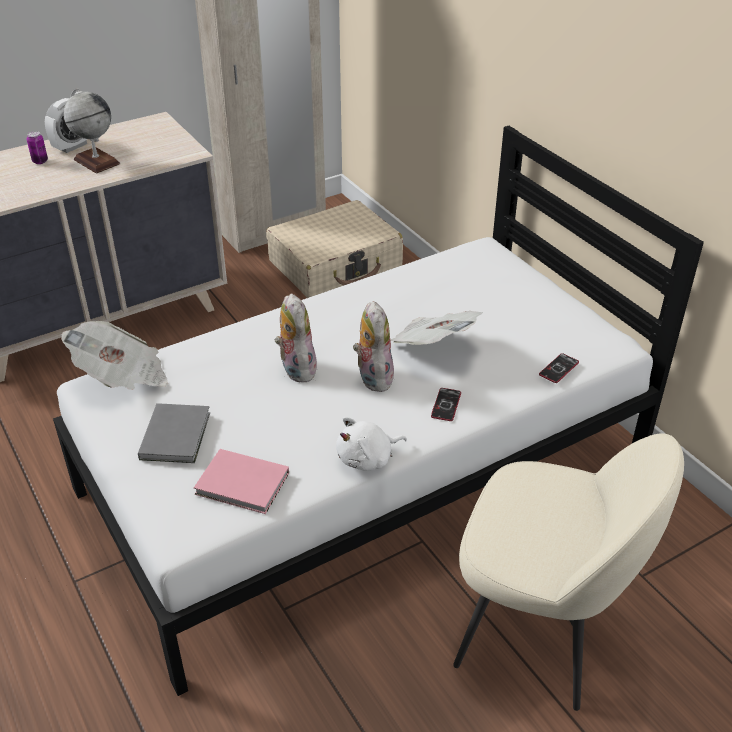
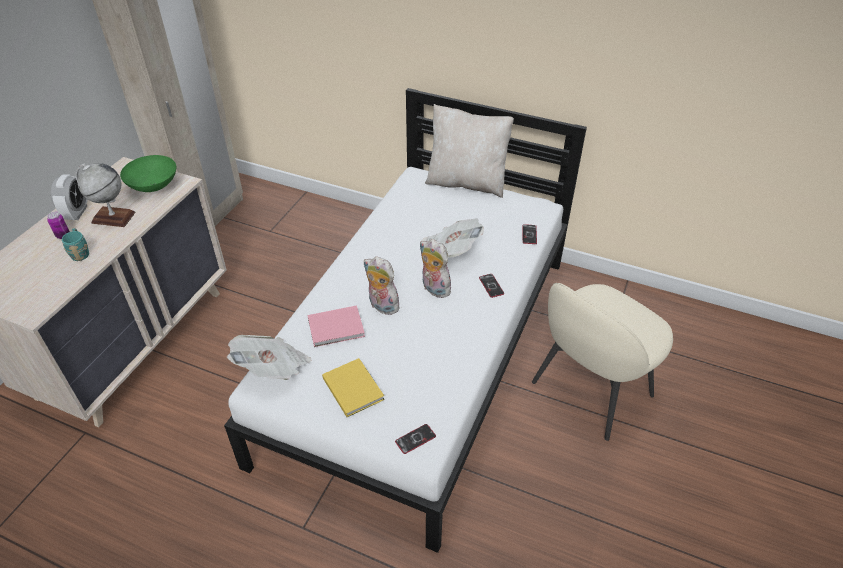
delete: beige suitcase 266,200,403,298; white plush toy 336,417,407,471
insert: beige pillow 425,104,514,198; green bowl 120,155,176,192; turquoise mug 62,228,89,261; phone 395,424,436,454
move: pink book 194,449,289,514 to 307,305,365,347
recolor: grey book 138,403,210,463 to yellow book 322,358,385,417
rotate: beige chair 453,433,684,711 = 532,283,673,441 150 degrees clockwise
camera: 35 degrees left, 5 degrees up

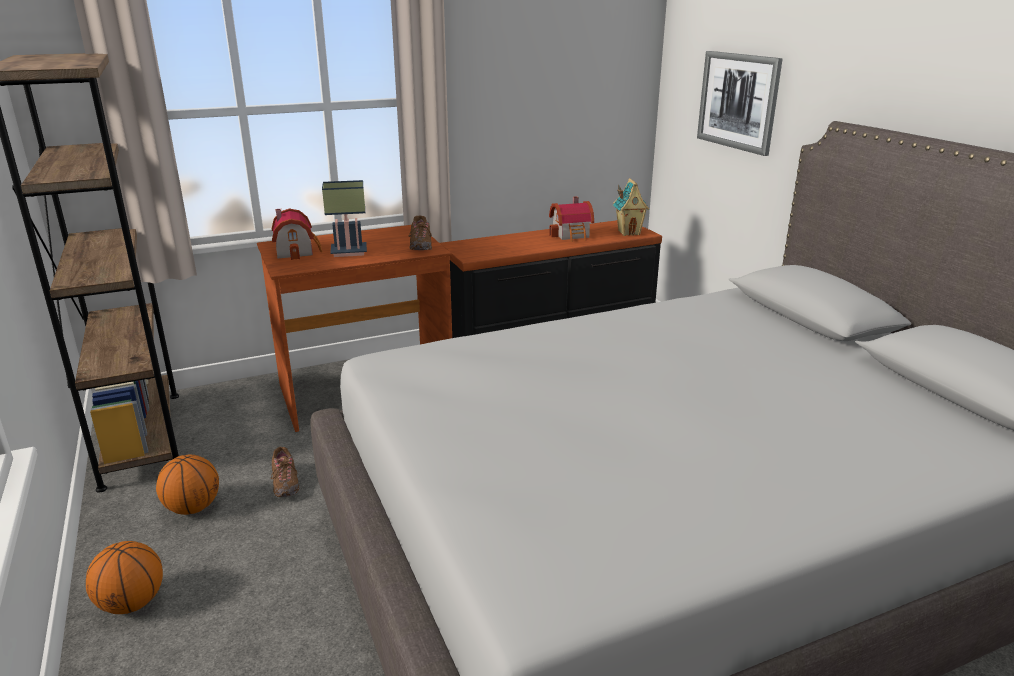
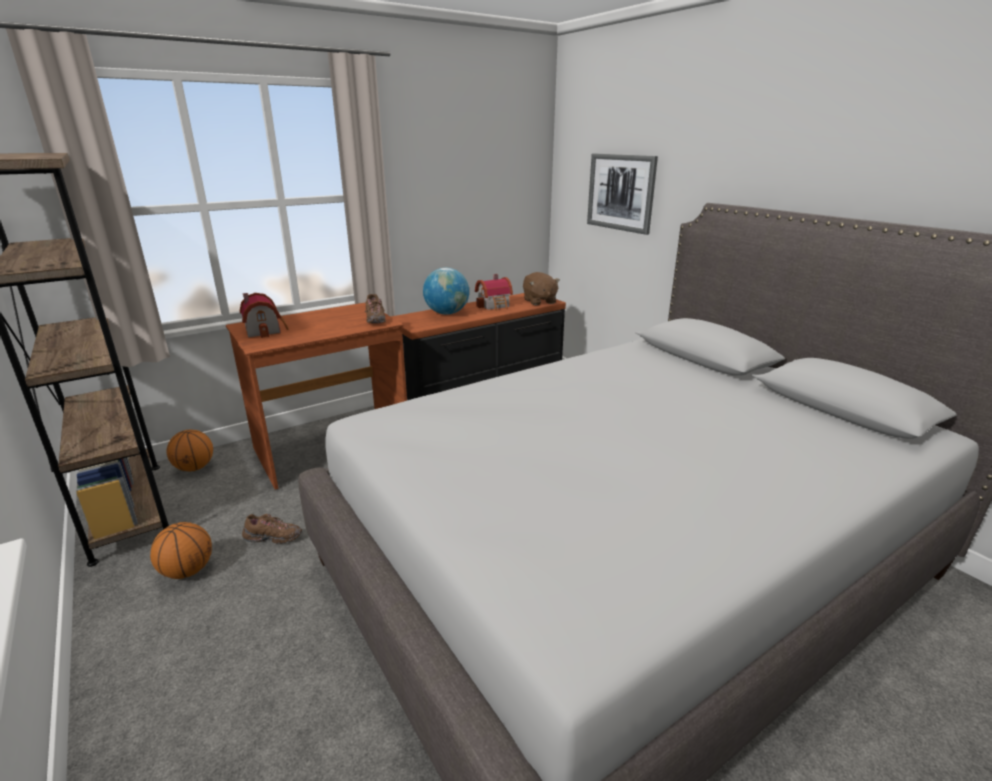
delete: table lamp 322,180,367,257
insert: globe 423,268,469,315
move: basketball 86,541,163,614 to 167,430,213,471
replace: toy house 613,178,650,236 to brown plush toy 523,272,560,305
rotate: brown shoe 271,447,299,497 = 242,514,302,544 60 degrees counterclockwise
camera: 10 degrees left, 0 degrees up

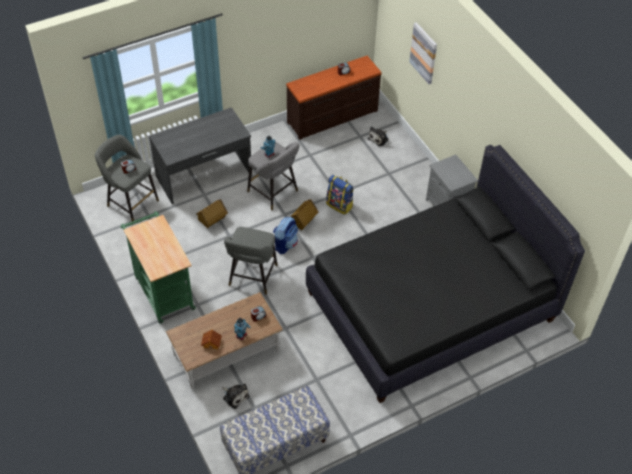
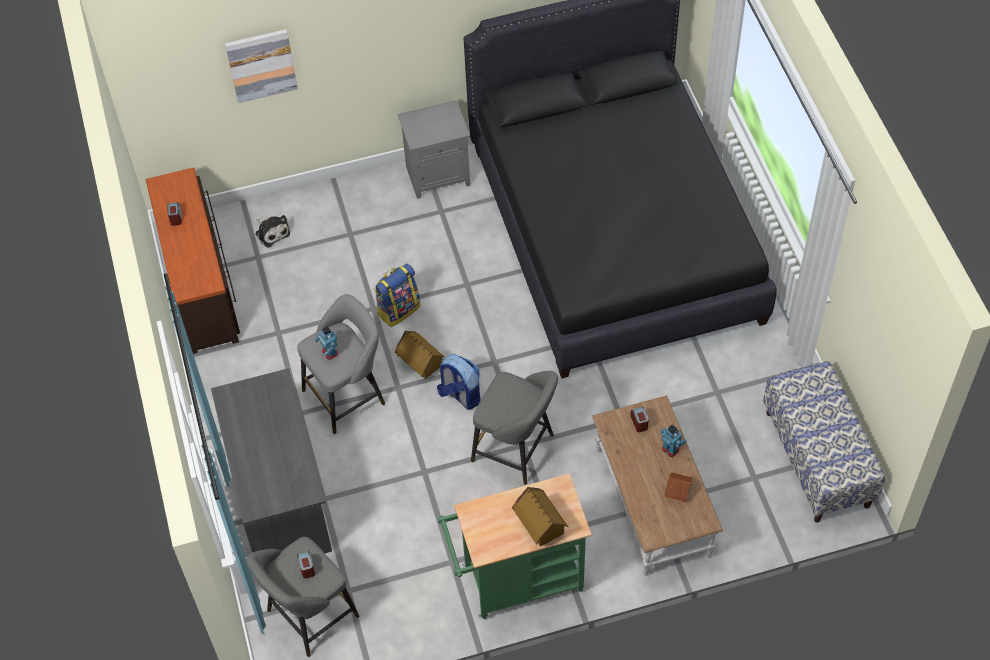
delete: plush toy 222,383,249,409
move: toy house 196,199,228,228 to 512,487,569,547
camera: 75 degrees left, 5 degrees up

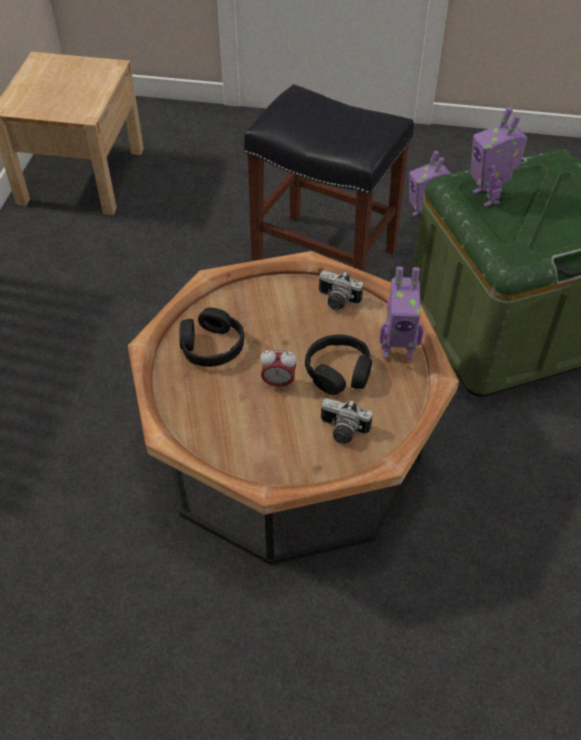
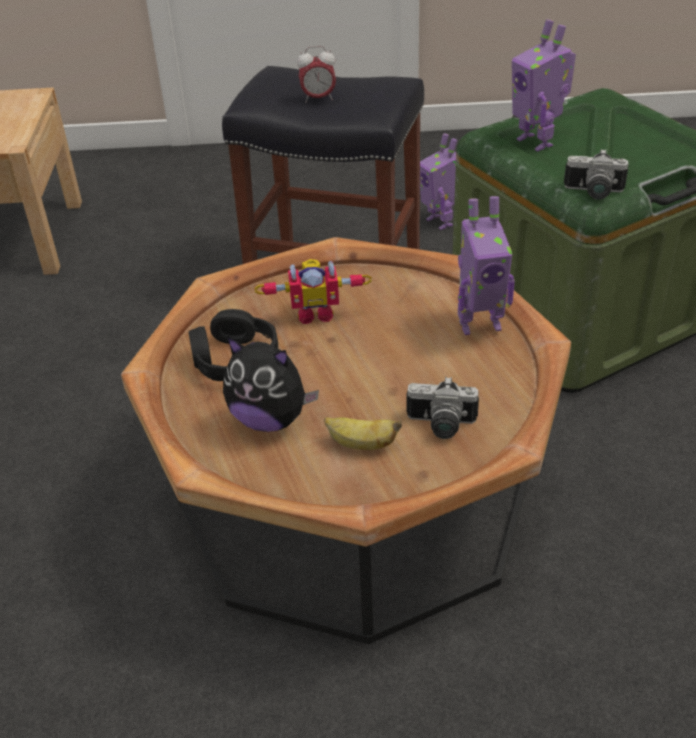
delete: black headphones 305,334,372,395
insert: toy robot 254,259,372,324; plush toy 223,336,319,432; banana 324,417,402,450
move: photo camera 319,270,363,310 to 564,149,628,200; alarm clock 260,349,296,389 to 297,46,336,102
camera: 10 degrees left, 10 degrees down

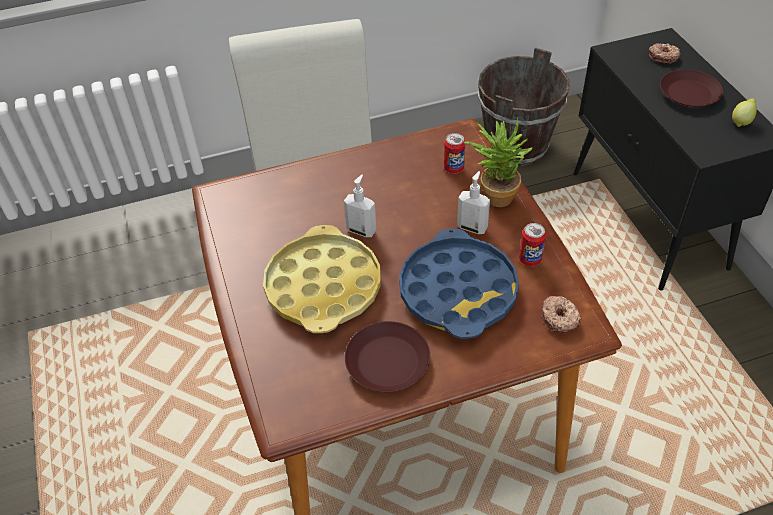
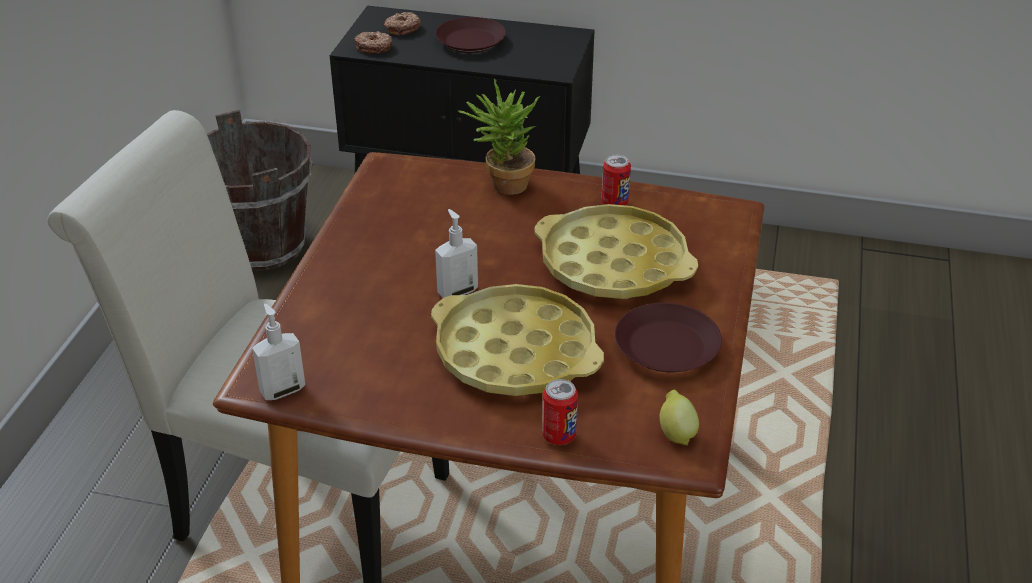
move: lemon 732,99,757,127 to 660,390,699,446; can 444,133,465,174 to 542,379,578,445; soap dispenser 457,171,490,234 to 252,304,305,400; donut 542,296,581,334 to 354,31,392,53
recolor: blue tray 399,229,519,339 to yellow tray 535,204,698,299
camera: 60 degrees left, 10 degrees down

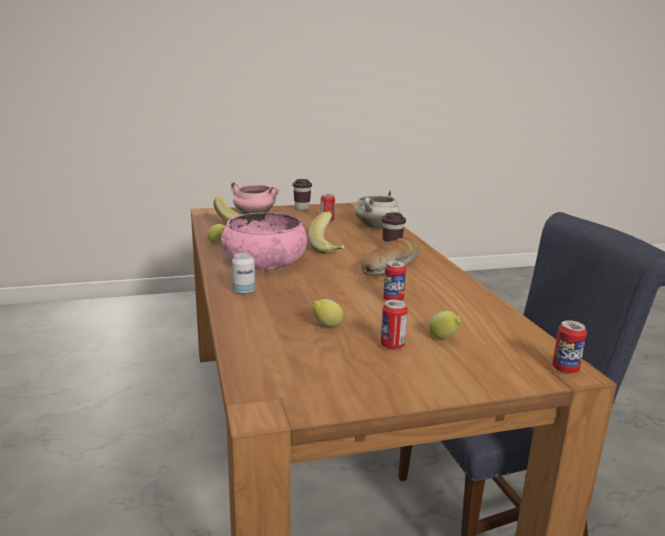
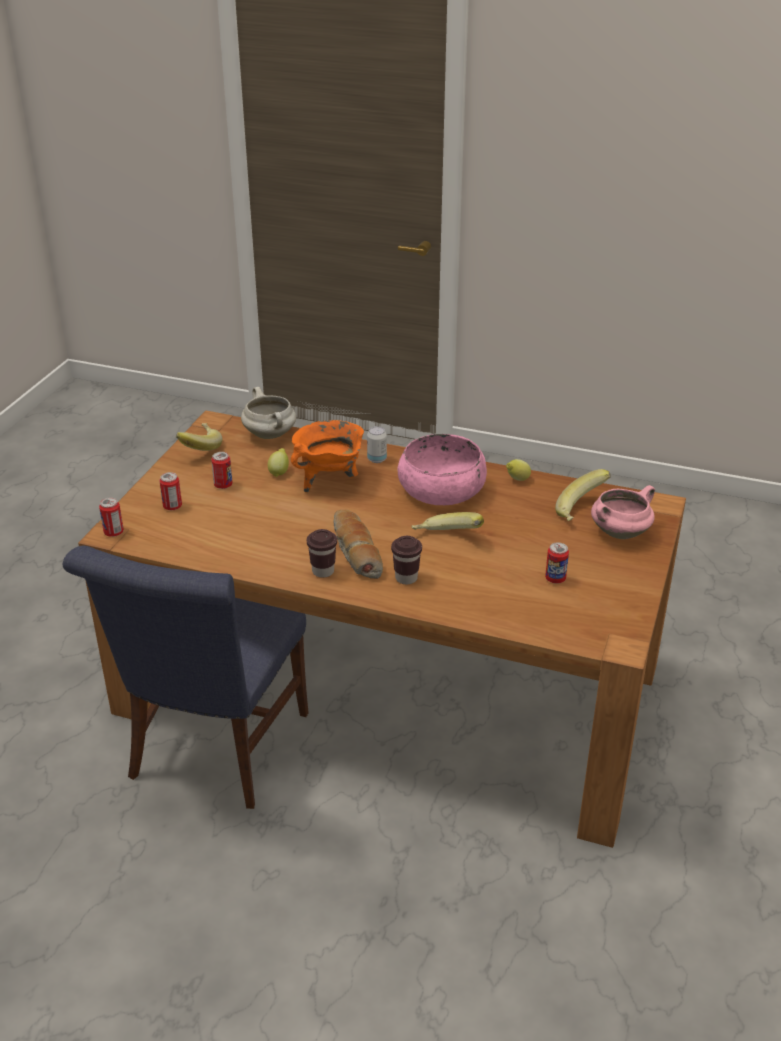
delete: lemon 429,311,461,339
insert: orange cooking pot 291,420,364,493; banana 176,423,223,451
move: brown cup 293,179,312,210 to 307,529,337,578; white cooking pot 354,190,400,229 to 241,387,296,439; can 383,261,406,301 to 159,472,182,510
camera: 125 degrees right, 15 degrees up

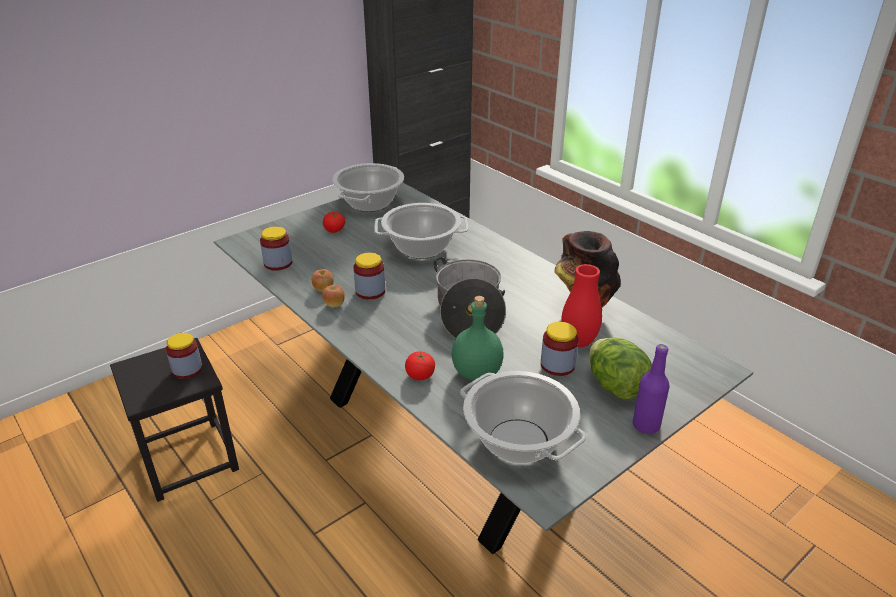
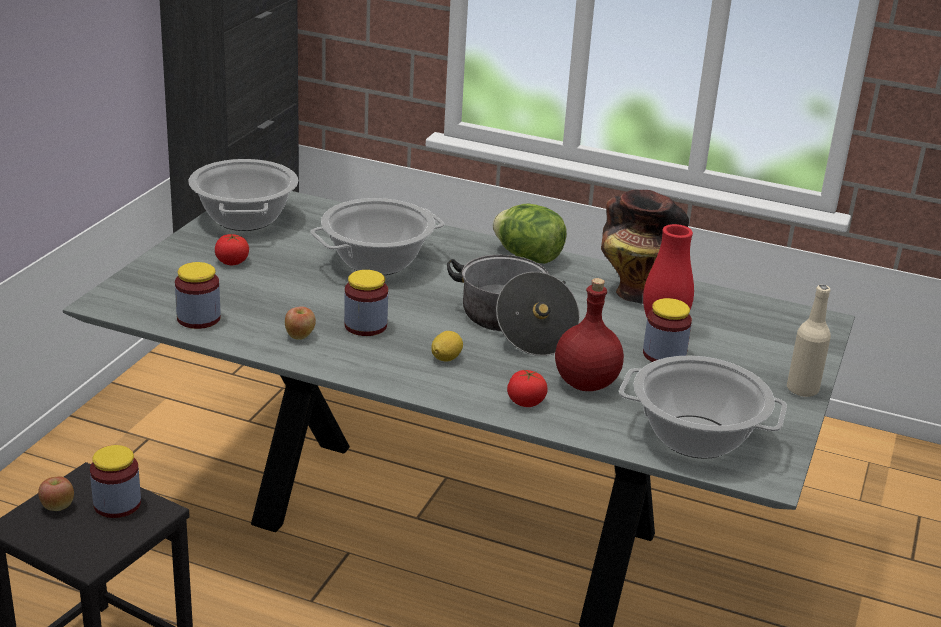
insert: lemon 431,331,463,361
move: apple 322,285,345,308 to 38,476,74,511; lettuce 589,338,652,400 to 493,204,567,264
recolor: green bottle 451,296,504,380 to red bottle 555,278,624,391; purple bottle 633,344,670,434 to beige bottle 787,285,831,397
camera: 30 degrees left, 5 degrees down

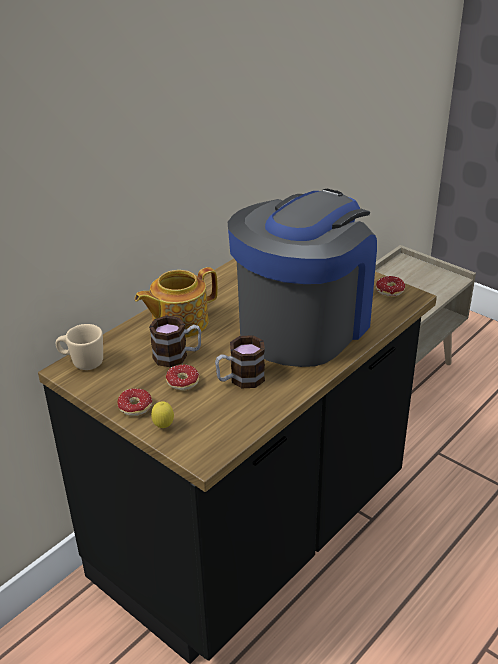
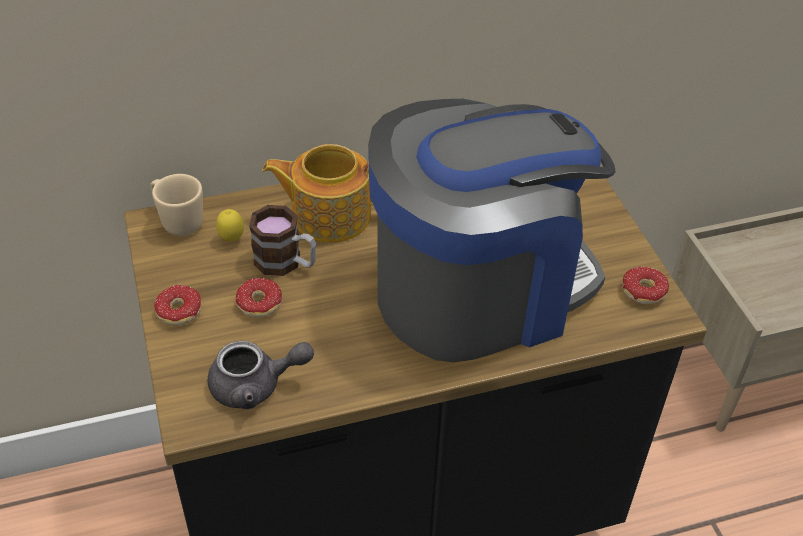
delete: mug 215,335,265,388
insert: grey teapot 208,341,314,409
move: lemon 151,401,174,428 to 216,209,244,242
camera: 30 degrees right, 10 degrees up

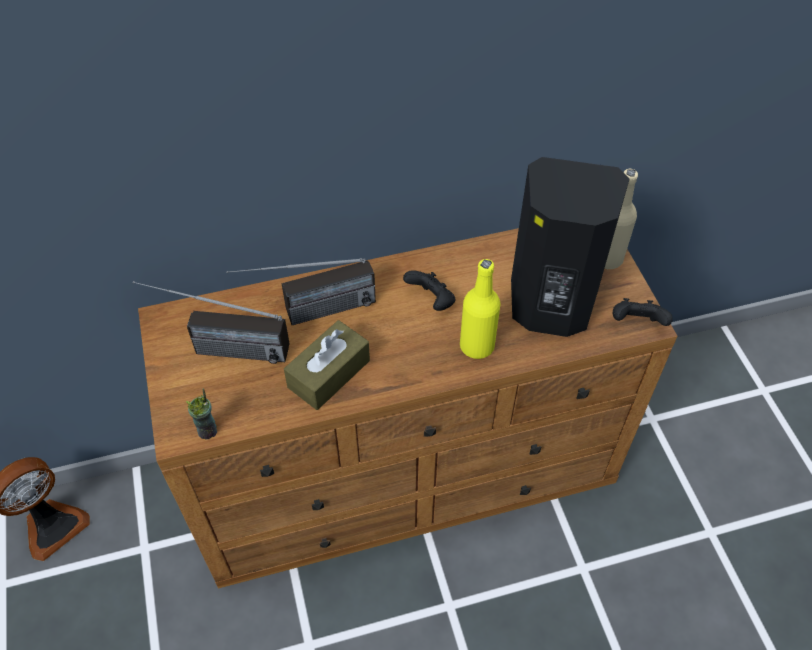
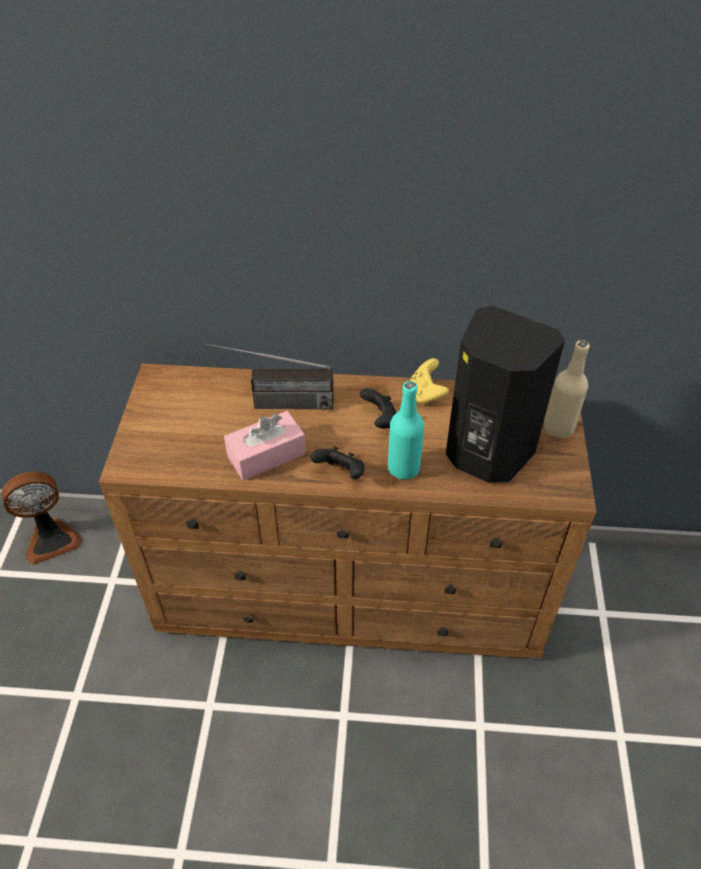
delete: radio 133,281,290,364; cup 186,389,217,439
insert: yellow game controller 410,358,449,405
move: black game controller 613,298,673,326 to 311,446,365,479
recolor: yellow bottle 460,259,501,359 to turquoise bottle 388,381,424,479; brown tissue box 284,320,370,410 to pink tissue box 224,411,306,481
camera: 20 degrees right, 5 degrees down

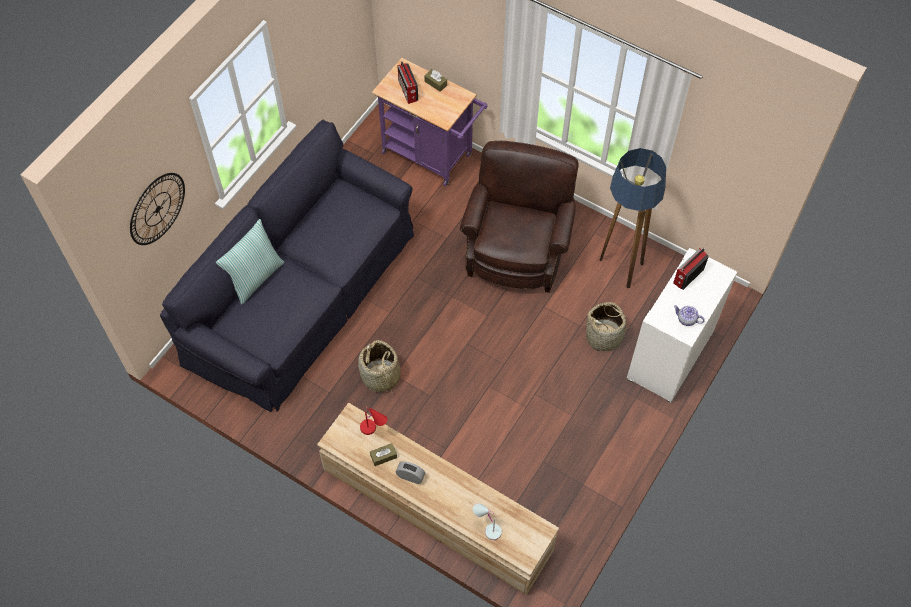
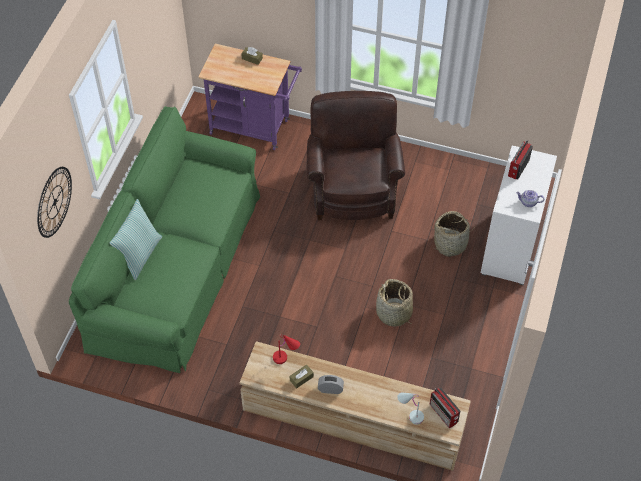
delete: floor lamp 599,148,666,288
move: radio 398,61,418,104 to 429,388,460,429; basket 358,340,401,394 to 376,279,413,327
recolor: black sofa 160,119,414,412 to green sofa 69,106,260,373
camera: 15 degrees left, 5 degrees down

